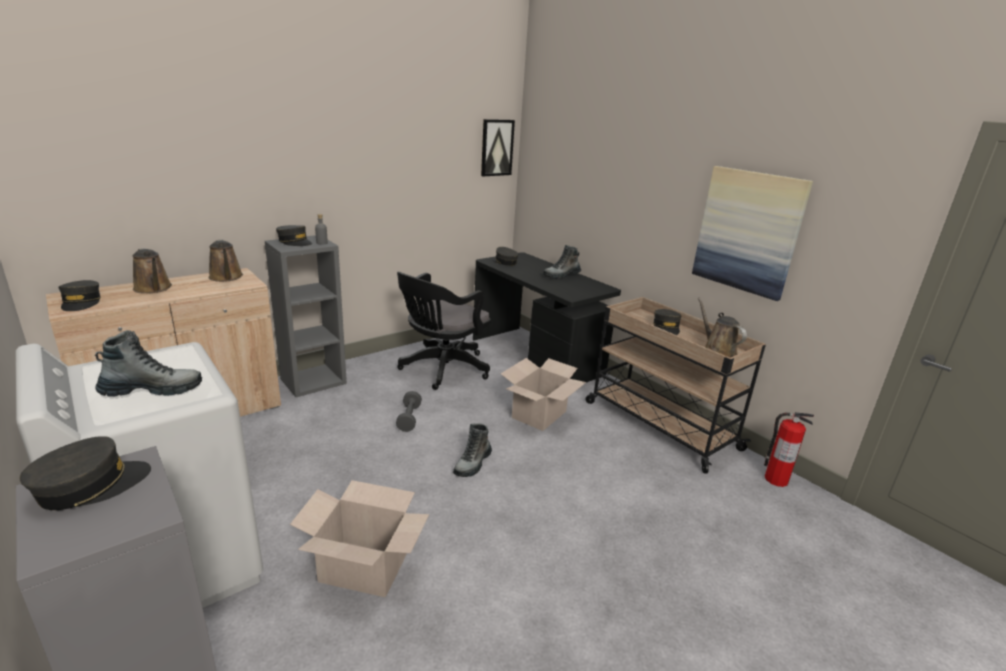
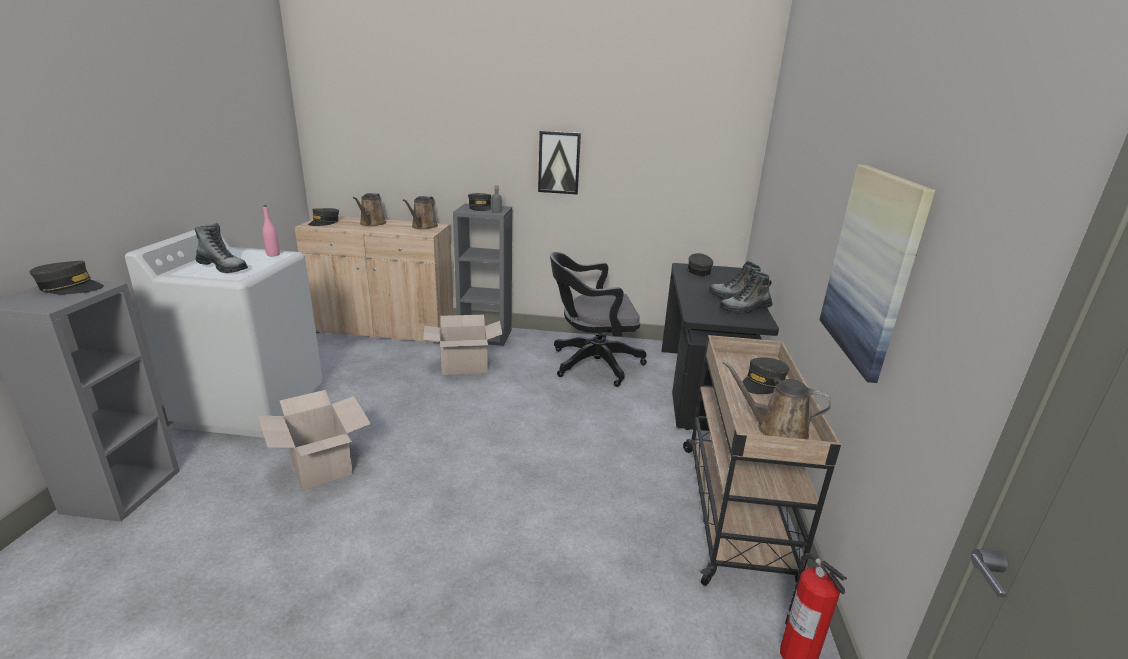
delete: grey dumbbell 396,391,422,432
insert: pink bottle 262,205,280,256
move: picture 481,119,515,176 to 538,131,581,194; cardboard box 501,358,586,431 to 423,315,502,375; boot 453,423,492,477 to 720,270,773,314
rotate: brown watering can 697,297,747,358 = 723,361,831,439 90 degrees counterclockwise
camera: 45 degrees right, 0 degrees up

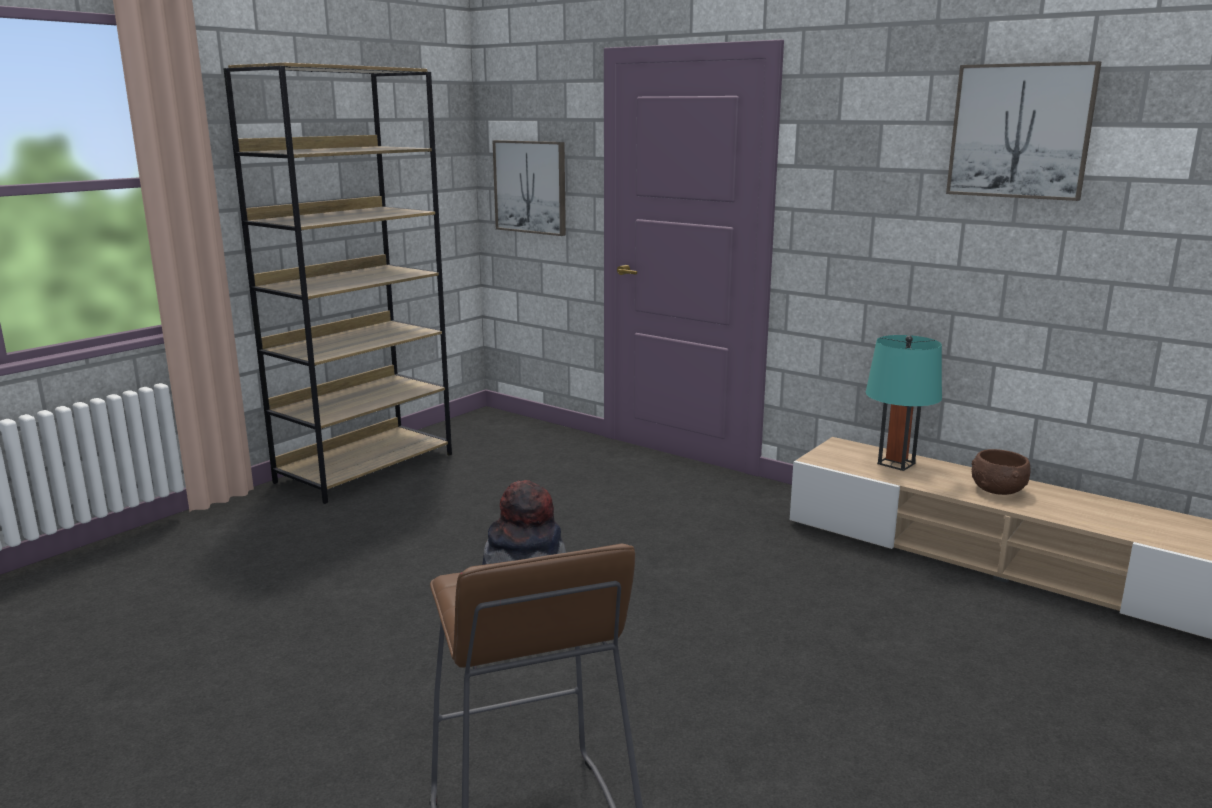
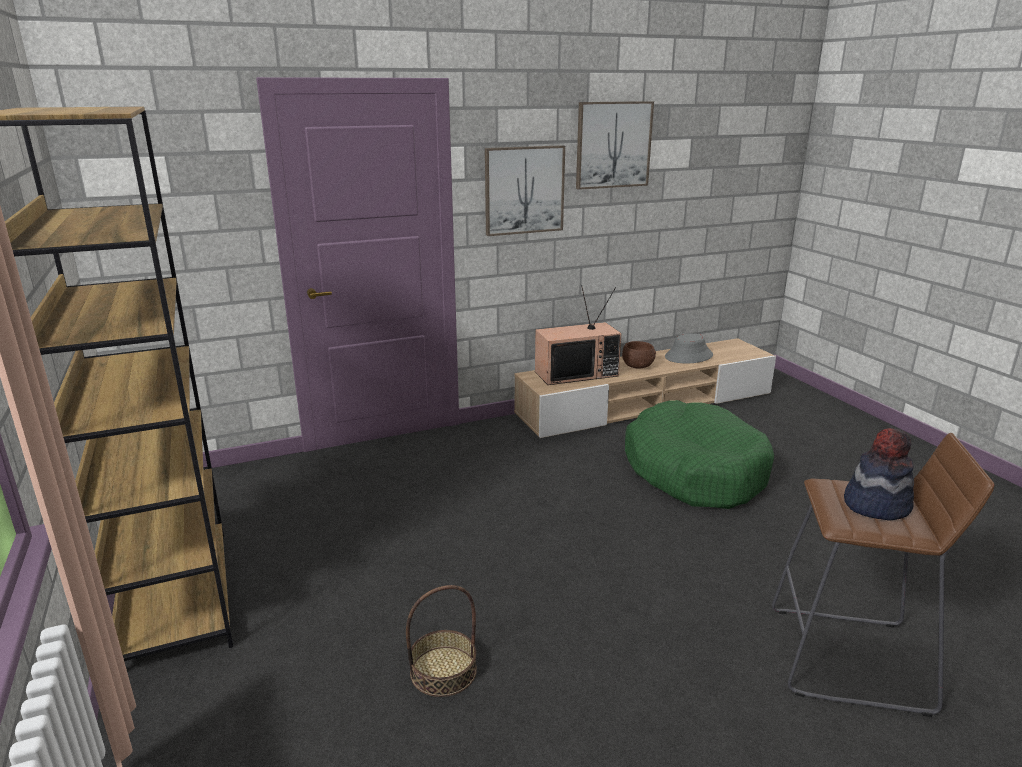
insert: grey hat 665,333,713,363; green dog bed 625,400,774,509; basket 406,585,477,697
move: picture 493,140,566,236 to 485,145,565,236
replace: turquoise table lamp 866,335,942,471 to television 535,285,622,385
camera: 60 degrees left, 5 degrees up

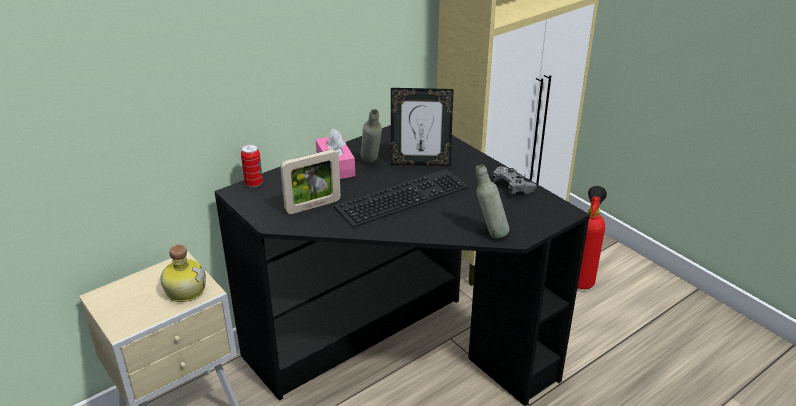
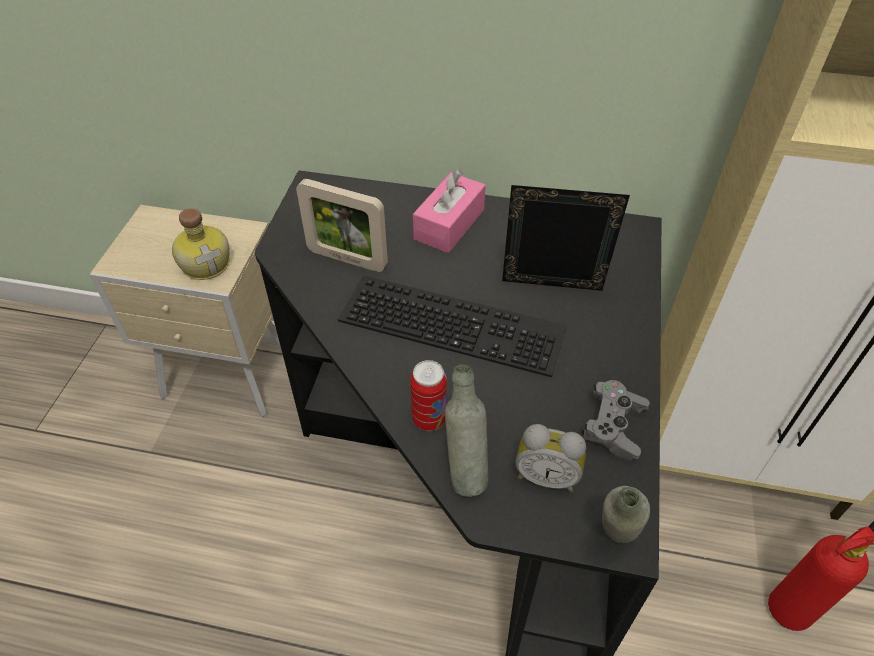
insert: alarm clock 516,424,586,492
move: grey bottle 361,109,382,163 to 602,486,650,543; can 241,144,263,188 to 410,360,447,431
rotate: picture frame 391,88,454,166 = 502,185,630,291 135 degrees clockwise
camera: 50 degrees right, 15 degrees up

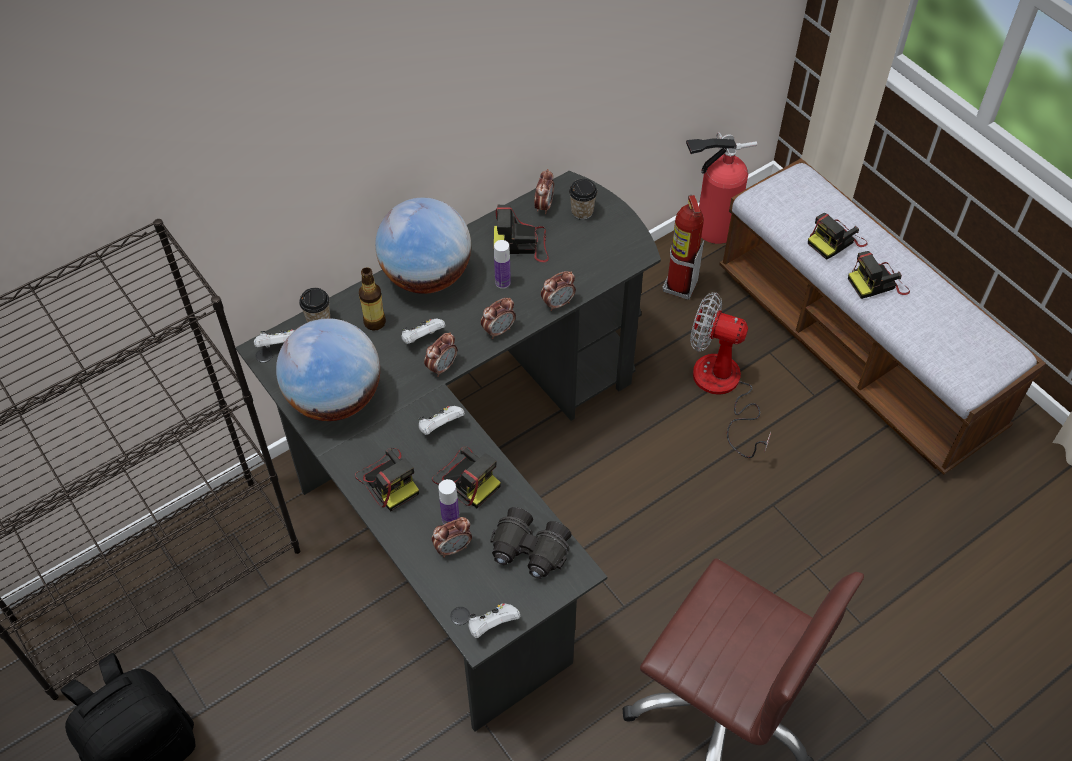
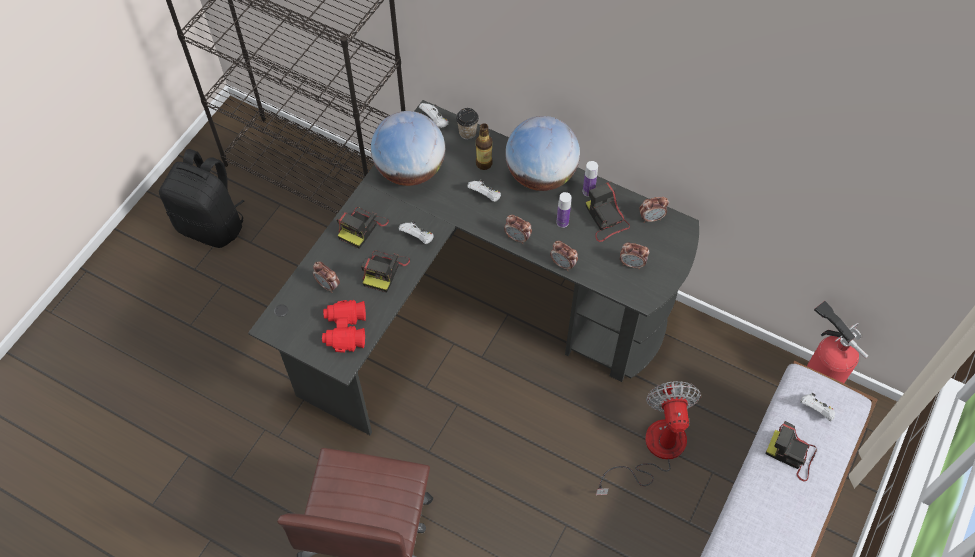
delete: cup 569,179,597,220; fire extinguisher 663,195,704,300; photo camera 848,251,910,299
move: alarm clock 424,332,457,377 to 620,242,649,269; bottle 439,479,460,524 to 583,161,598,197; white game controller 469,603,520,638 to 800,393,835,421
recolor: black binoculars 490,507,572,579 to red binoculars 322,300,366,353
camera: 65 degrees right, 5 degrees up

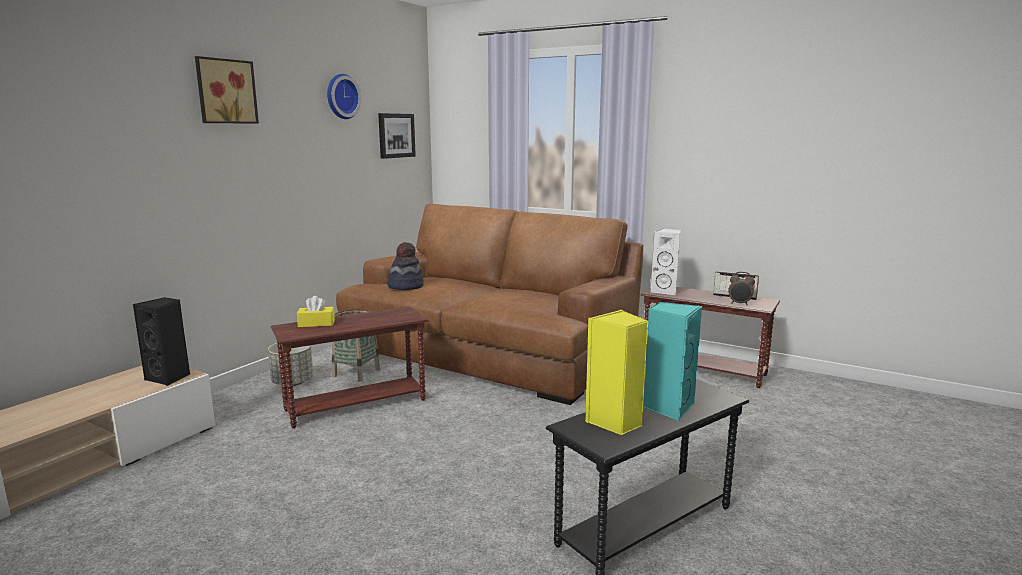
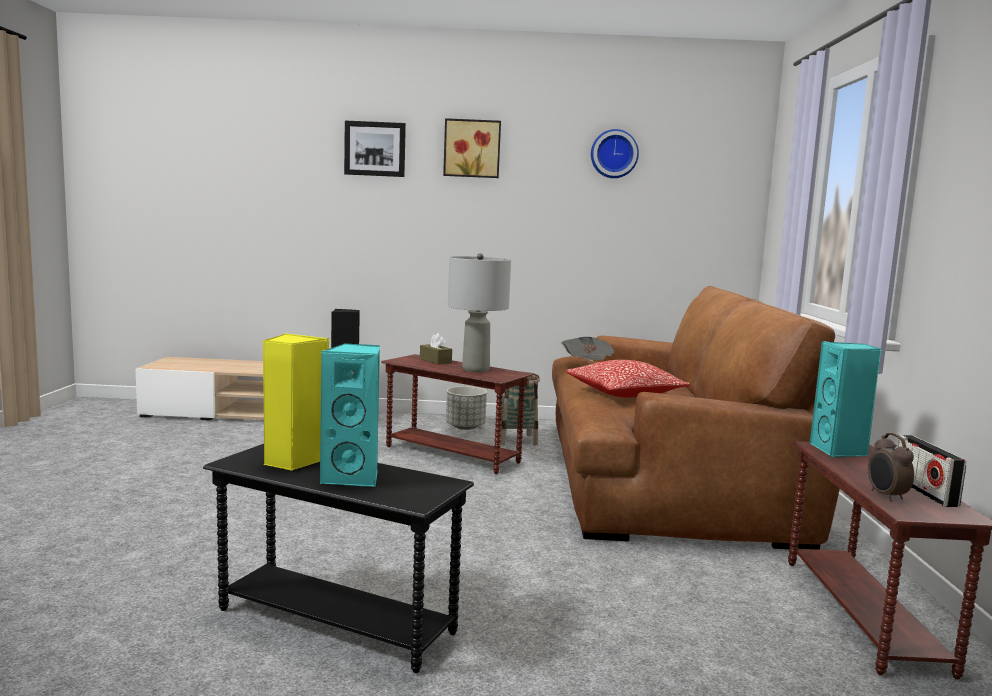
insert: grey table lamp 448,253,511,373; pillow 565,360,690,398
move: picture 378,113,416,159 to 344,120,406,177
replace: hat 388,242,424,290 to newspaper 561,337,615,360
recolor: white speaker 650,229,681,295 to turquoise speaker 810,341,881,457; yellow tissue box 297,296,335,327 to brown tissue box 420,333,452,364
camera: 60 degrees right, 5 degrees down

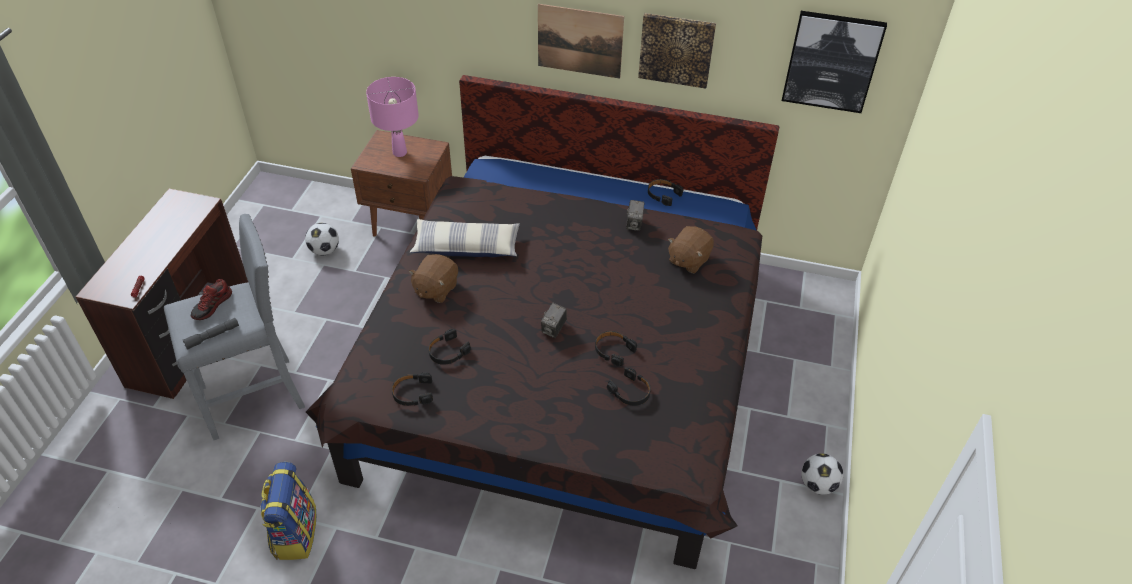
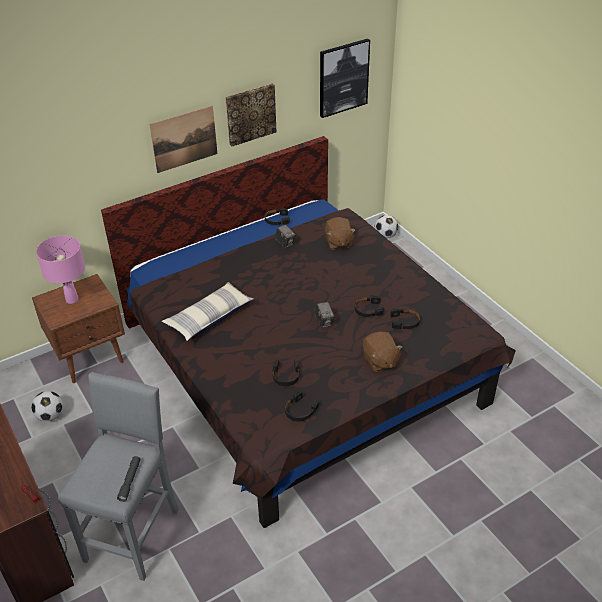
delete: shoe 191,279,232,320; backpack 260,462,316,560
move: brown plush toy 408,254,458,303 to 363,332,403,372; football 801,453,843,495 to 375,215,398,238
camera: 45 degrees left, 5 degrees down

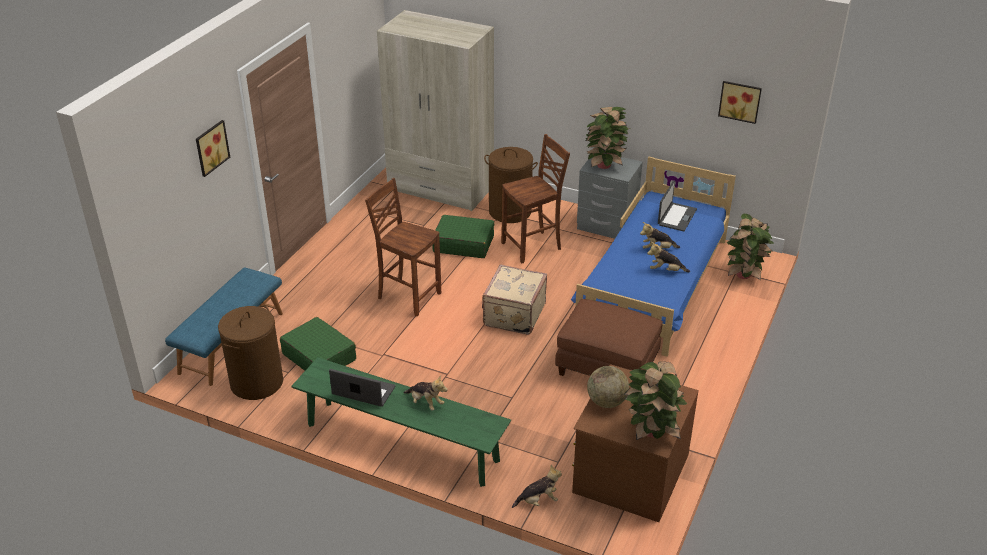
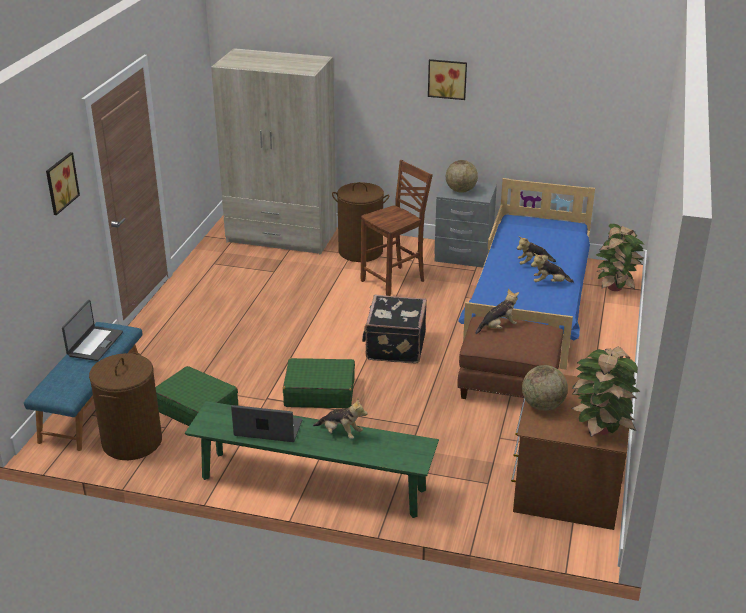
delete: brown chair 365,178,441,316
move: picture 718,81,762,124 to 428,59,467,100; laptop 658,181,697,231 to 62,300,123,361; green suitcase 433,215,494,258 to 283,358,355,408; plush toy 512,465,562,508 to 475,289,519,334
replace: potted plant 586,107,630,169 to globe 446,160,478,193
recolor: beige suitcase 482,264,547,335 to black suitcase 362,295,427,364
camera: 10 degrees left, 5 degrees down

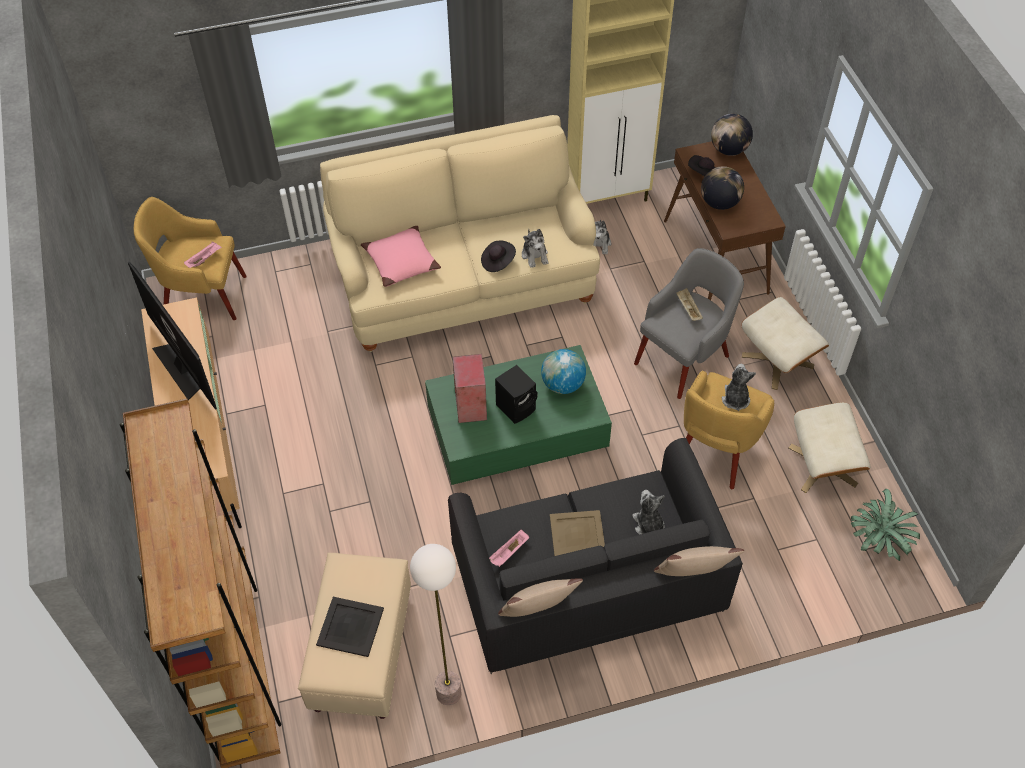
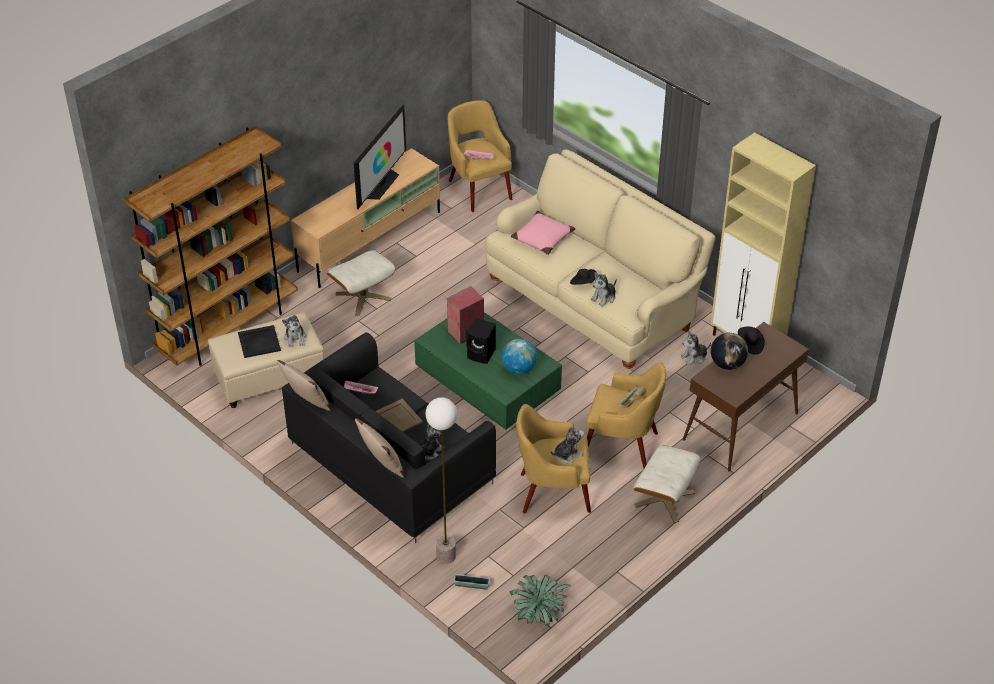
delete: globe 711,114,753,156
insert: plush toy 282,315,306,347; planter 454,574,490,590
move: beige ottoman 789,402,870,493 to 327,250,396,316; floor lamp 410,544,461,705 to 426,397,457,564
recolor: grey armchair 634,248,744,399 to yellow armchair 587,363,666,468
camera: 60 degrees right, 10 degrees down

